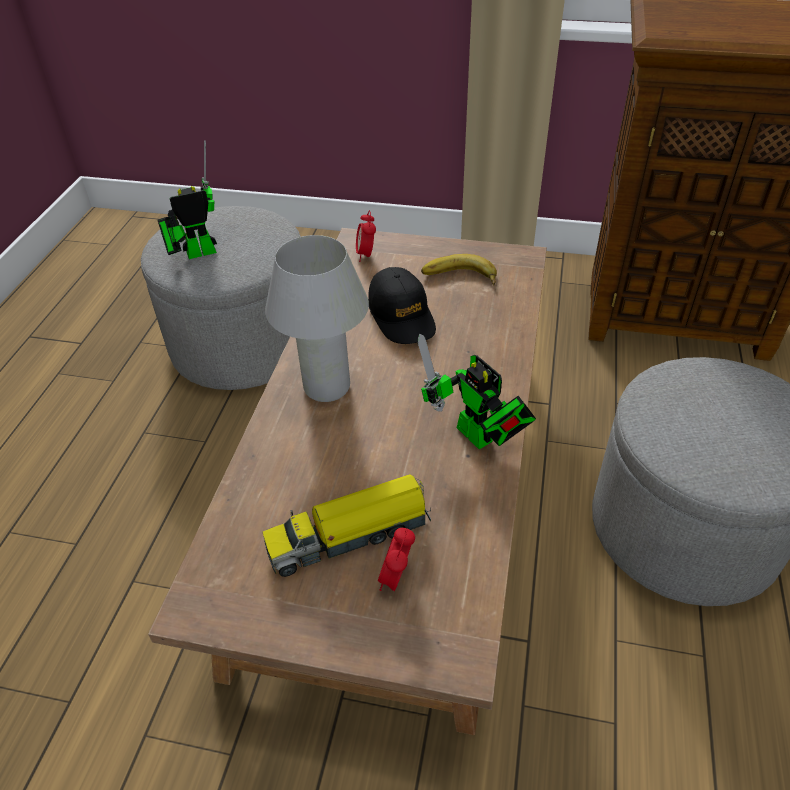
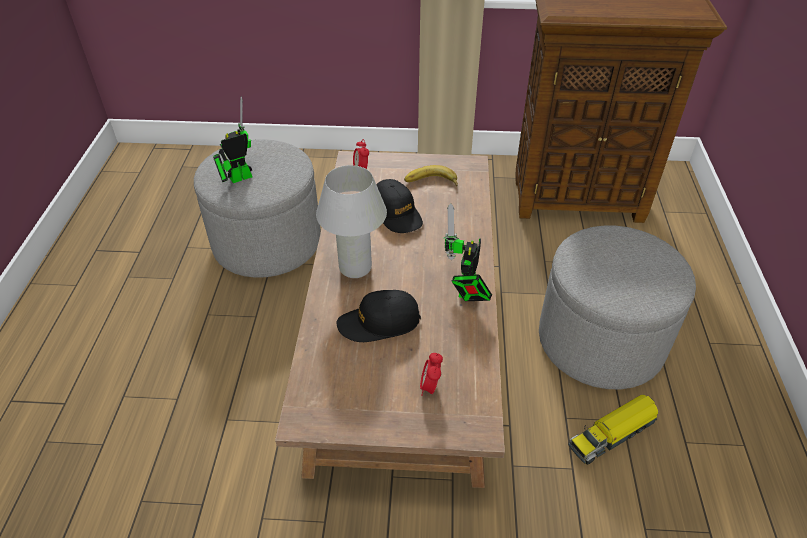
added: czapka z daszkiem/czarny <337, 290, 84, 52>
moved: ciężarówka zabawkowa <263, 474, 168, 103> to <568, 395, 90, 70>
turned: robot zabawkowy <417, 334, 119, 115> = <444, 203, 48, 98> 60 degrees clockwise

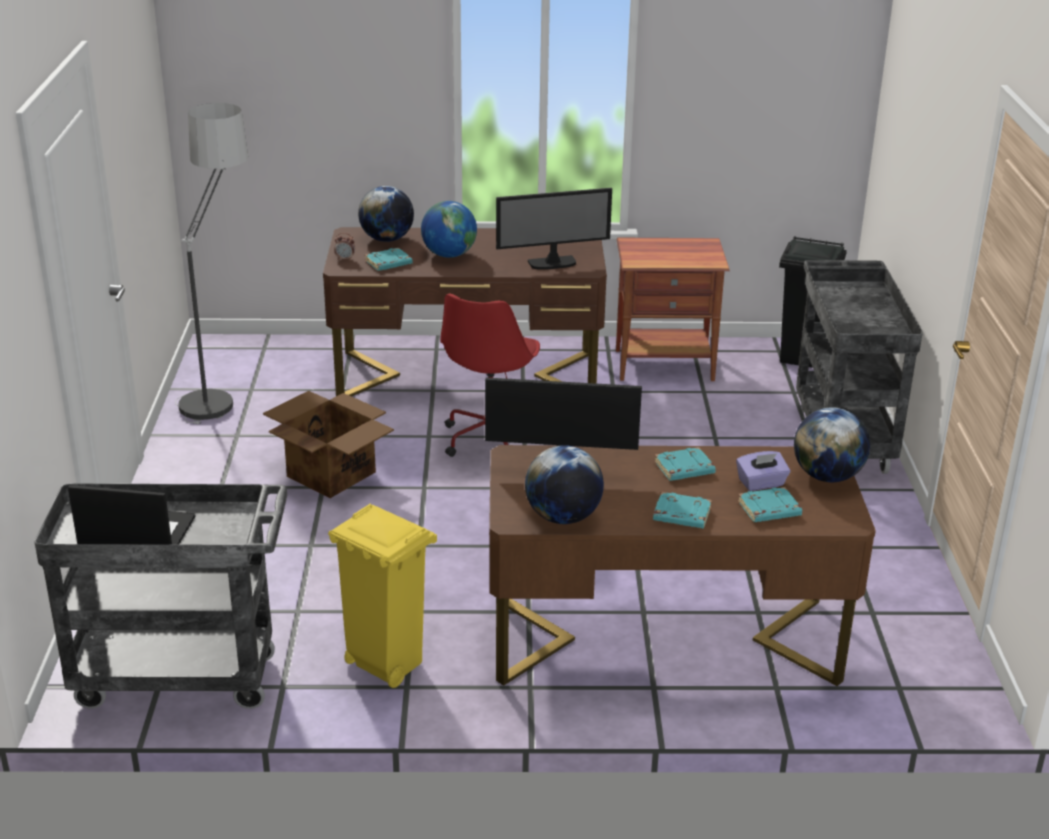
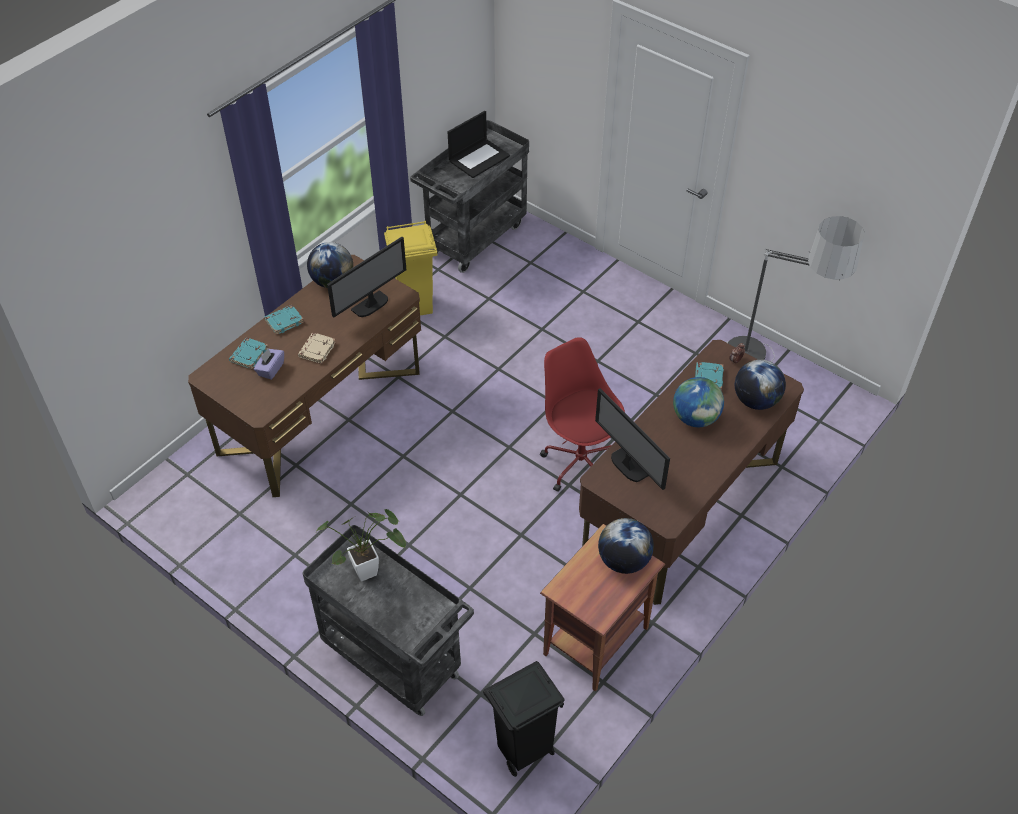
removed: karton <263, 391, 131, 107>
added: roślina doniczkowa <316, 509, 90, 72>
moved: globus <794, 407, 76, 75> to <598, 518, 56, 56>
recoloured: książka/turkusowy <654, 447, 62, 34> to książka/beżowy <298, 333, 38, 31>
turned: monitor <496, 188, 116, 82> = <595, 388, 75, 102> 60 degrees counterclockwise

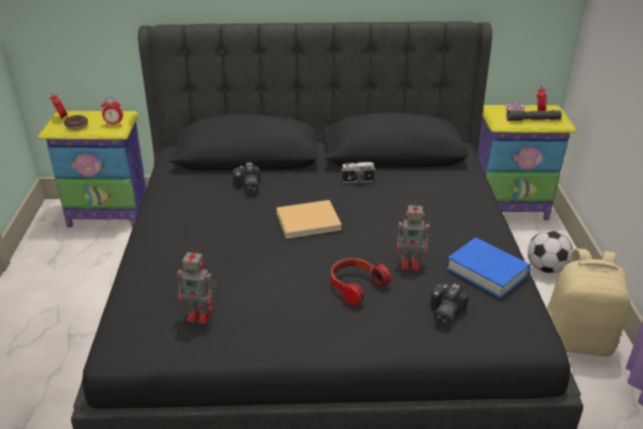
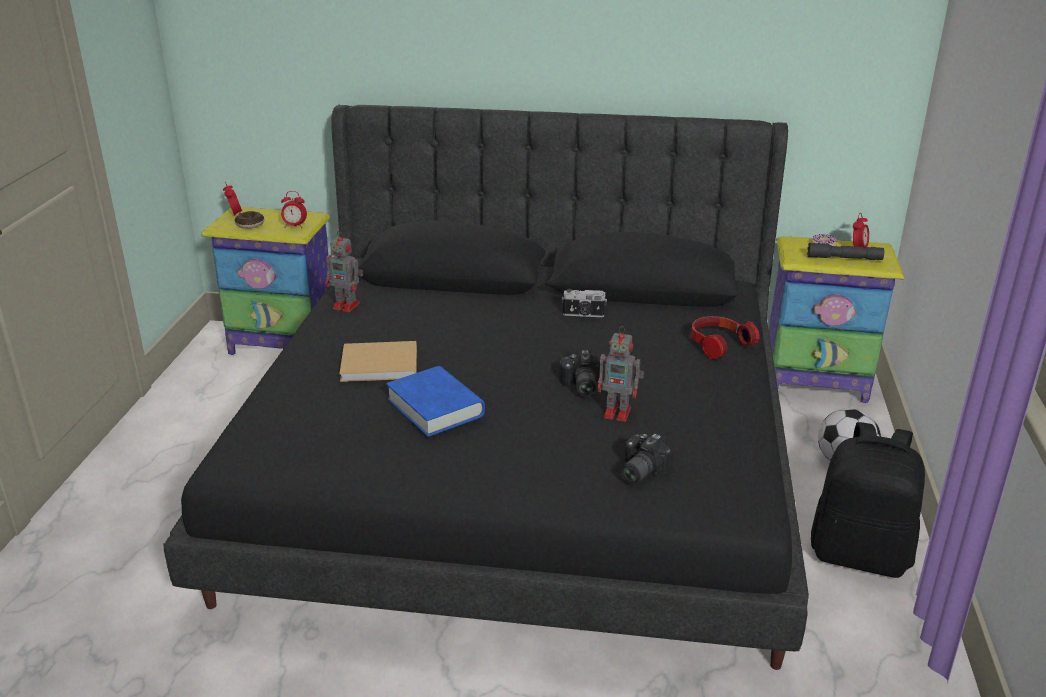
moved: aparat fotograficzny <232, 162, 28, 32> to <559, 350, 41, 46>; książka/beżowy <276, 200, 66, 39> to <339, 341, 78, 41>; książka/niebieski <446, 237, 85, 62> to <386, 366, 99, 71>; robot zabawkowy <177, 248, 40, 76> to <325, 231, 38, 81>; słuchawki <331, 258, 60, 47> to <691, 316, 68, 43>
recoloured: plecak/beżowy <546, 248, 85, 109> to plecak/czarny <811, 422, 114, 156>

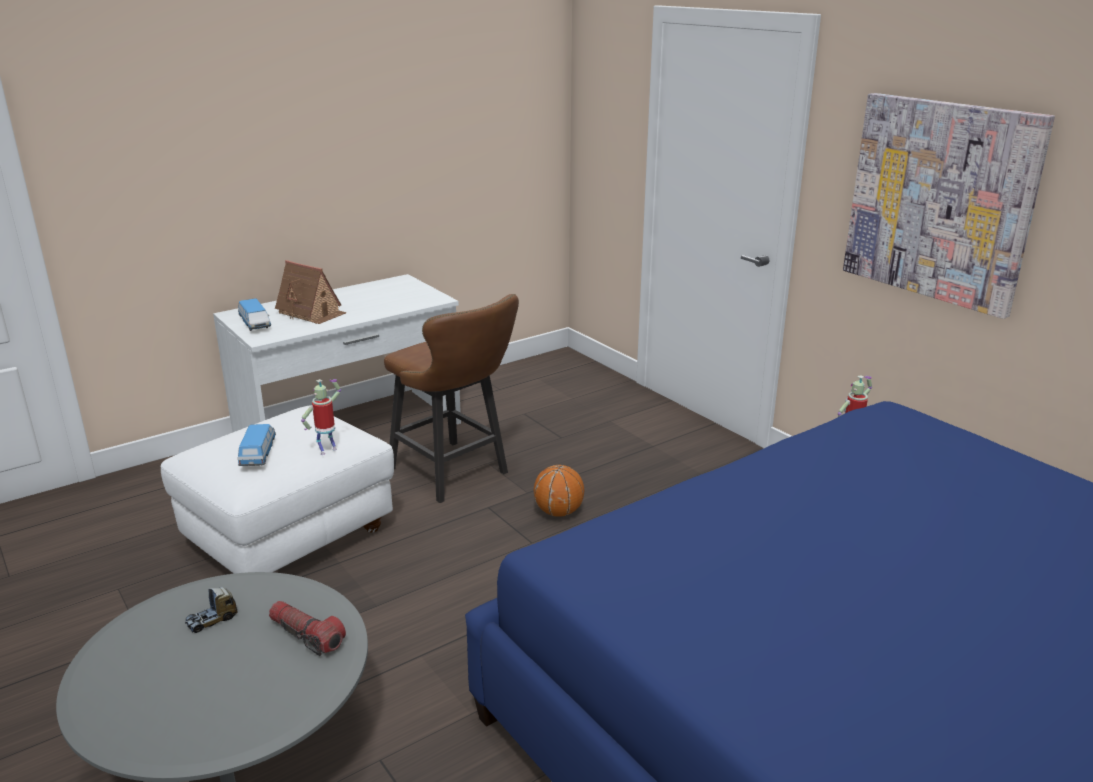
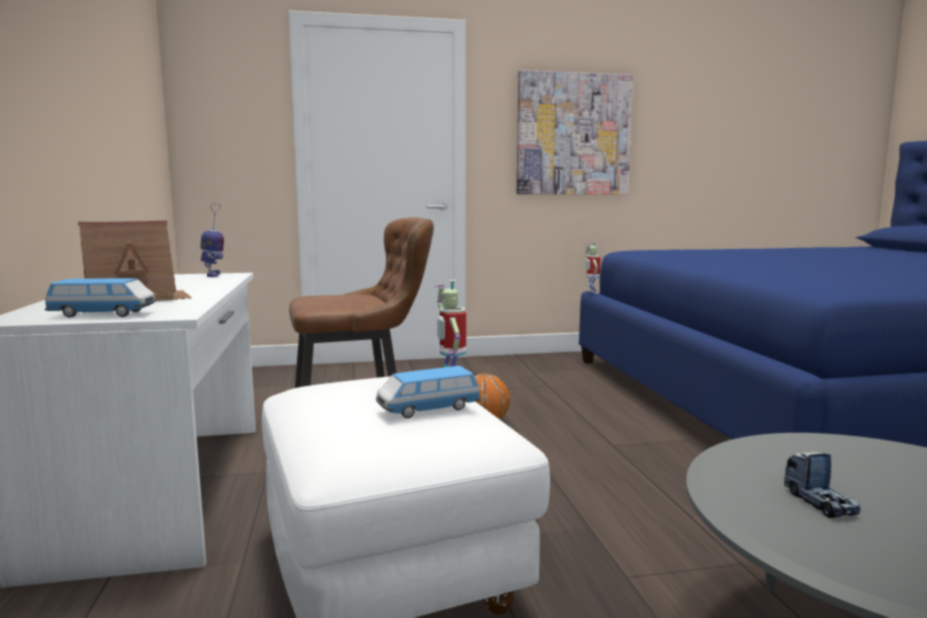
removed: latarka <269, 601, 77, 55>
added: robot zabawkowy <200, 203, 24, 74>
turned: samochodzik <238, 424, 38, 42> = <376, 366, 105, 52> 45 degrees counterclockwise

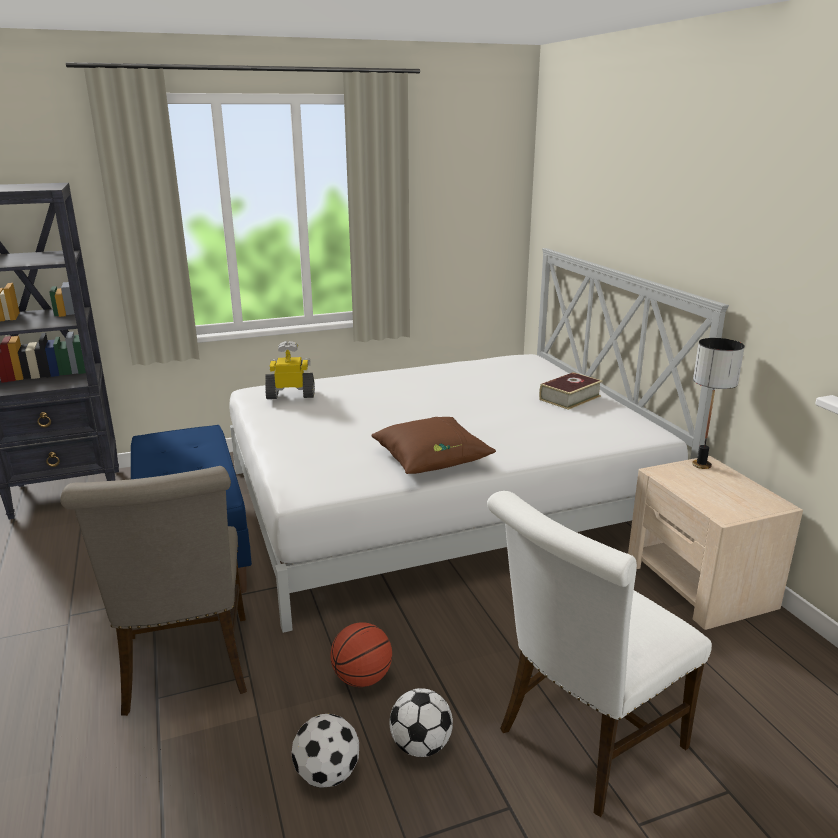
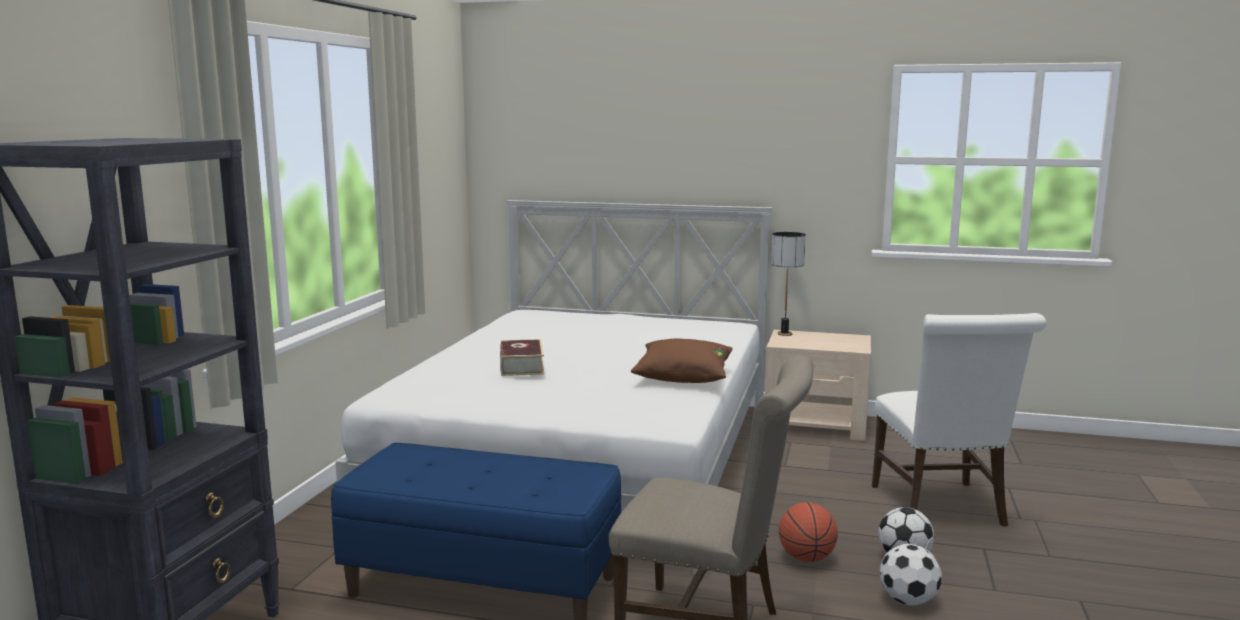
removed: robot zabawkowy <265, 341, 50, 58>
moved: książka <539, 372, 63, 38> to <500, 339, 44, 37>

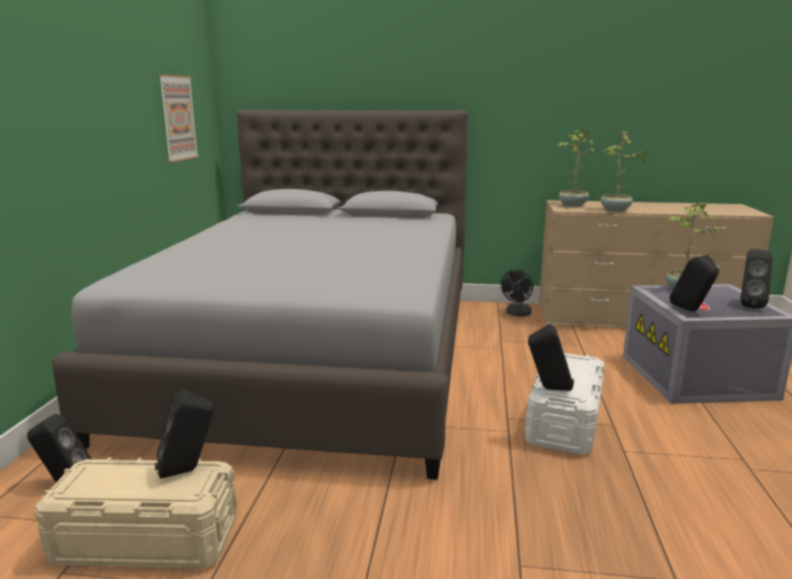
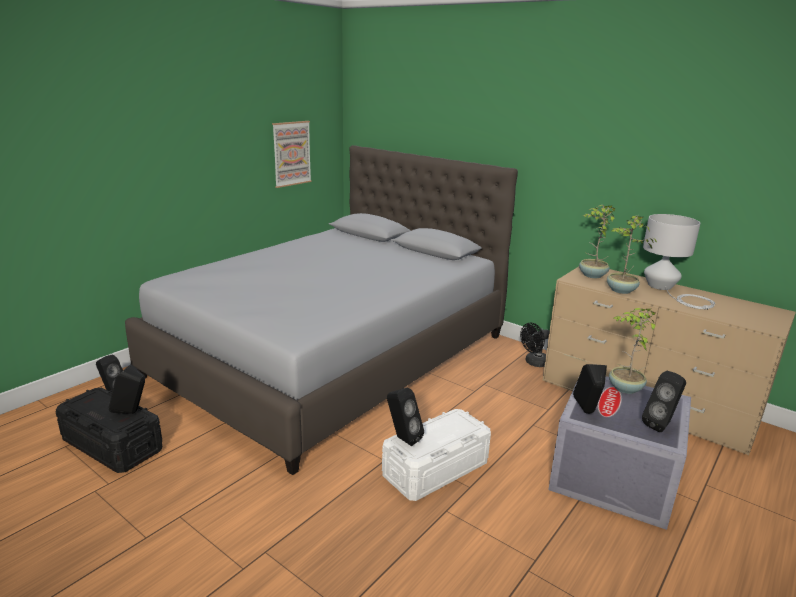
added: lampa stołowa/biały <643, 214, 72, 96>
recoloured: pojemnik do przechowywania/beżowy <35, 457, 202, 111> to pojemnik do przechowywania/czarny <56, 388, 106, 85>

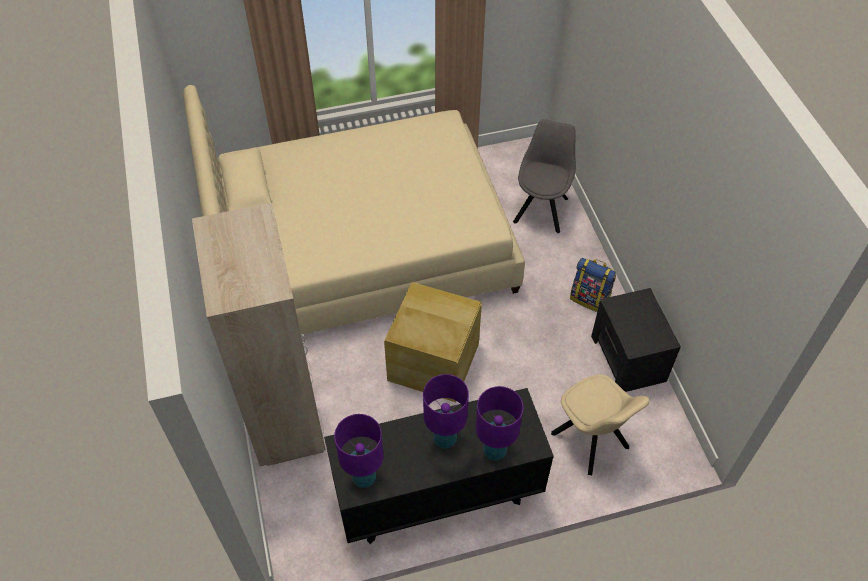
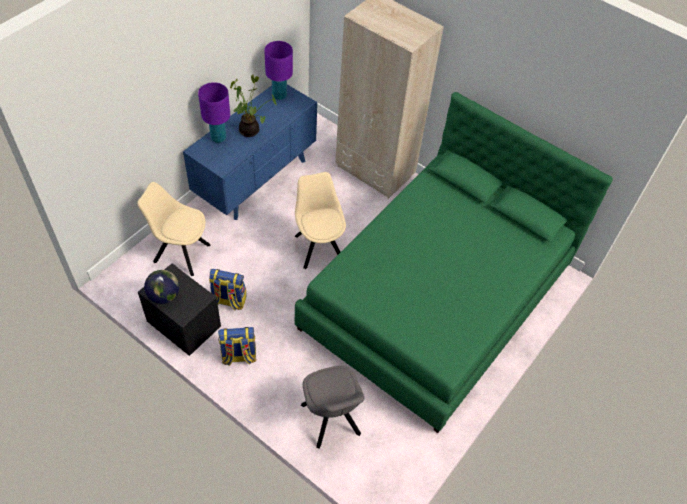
added: plecak <209, 269, 37, 41>; globus <144, 270, 35, 34>
replaced: pojemnik do przechowywania/beżowy <384, 282, 98, 120> to krzesło/beżowy <295, 172, 51, 97>; lampa stołowa/fioletowy <423, 374, 46, 75> to roślina doniczkowa <230, 74, 46, 63>
recoloured: łóżko/beżowy <183, 85, 342, 249> to łóżko/zielony <295, 92, 318, 341>; komoda/czarny <324, 388, 230, 156> to komoda/niebieski <183, 84, 134, 136>

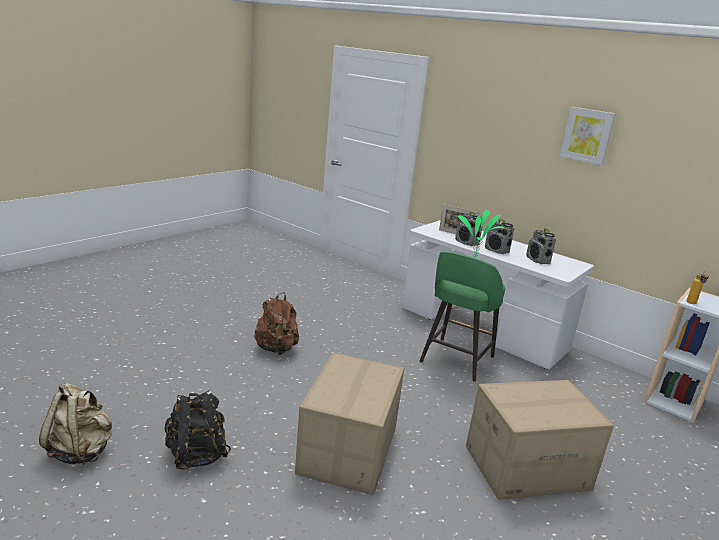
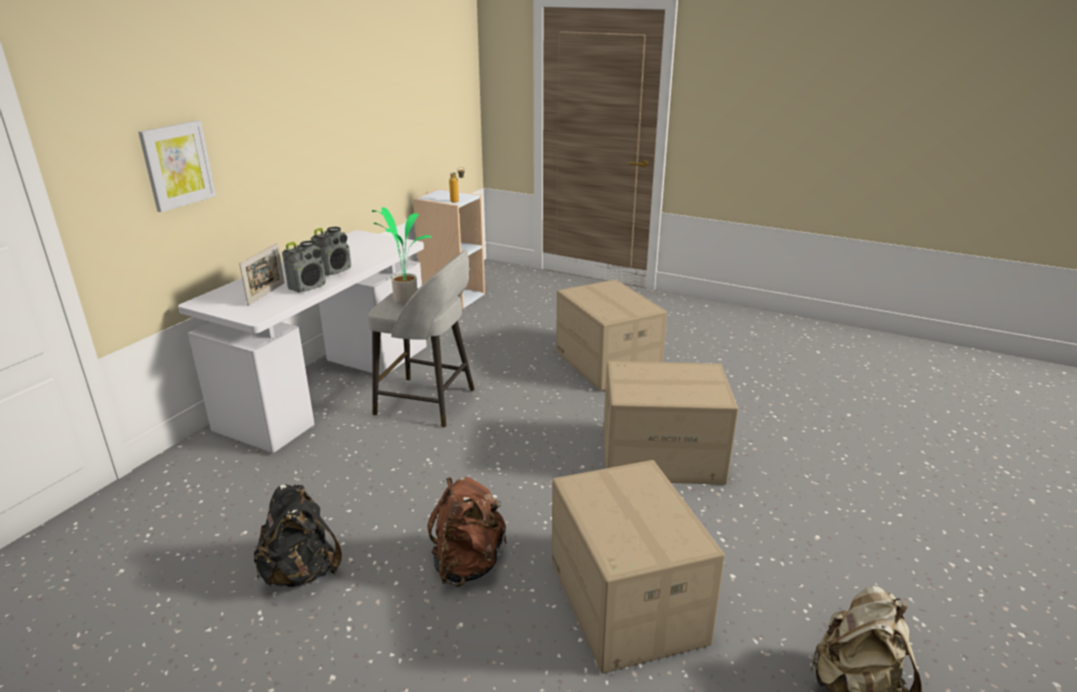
removed: radio <526, 228, 30, 36>
added: karton <552, 460, 173, 213>
moved: obraz <559, 107, 57, 58> to <138, 121, 78, 91>; plecak/czarny <165, 390, 66, 80> to <254, 484, 88, 103>
recoloured: stołek/zielony <419, 252, 86, 130> to stołek/szary <368, 250, 107, 178>

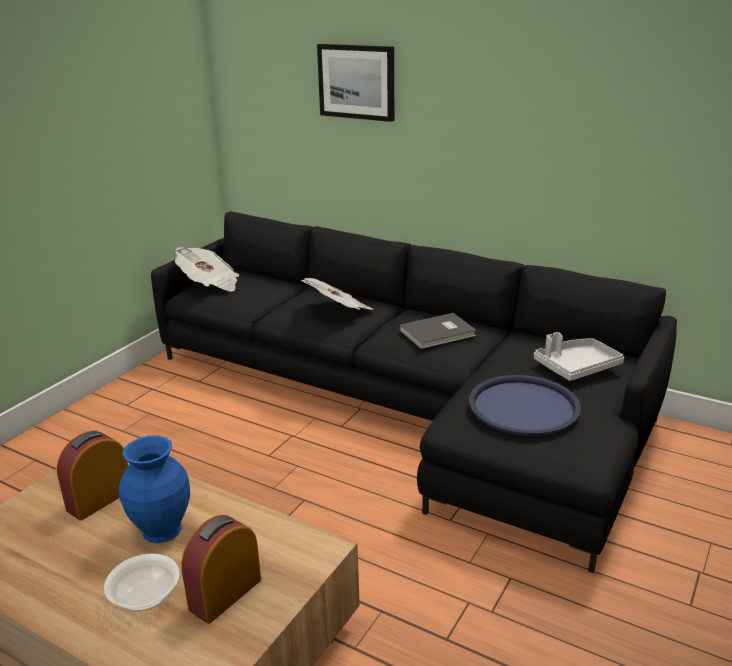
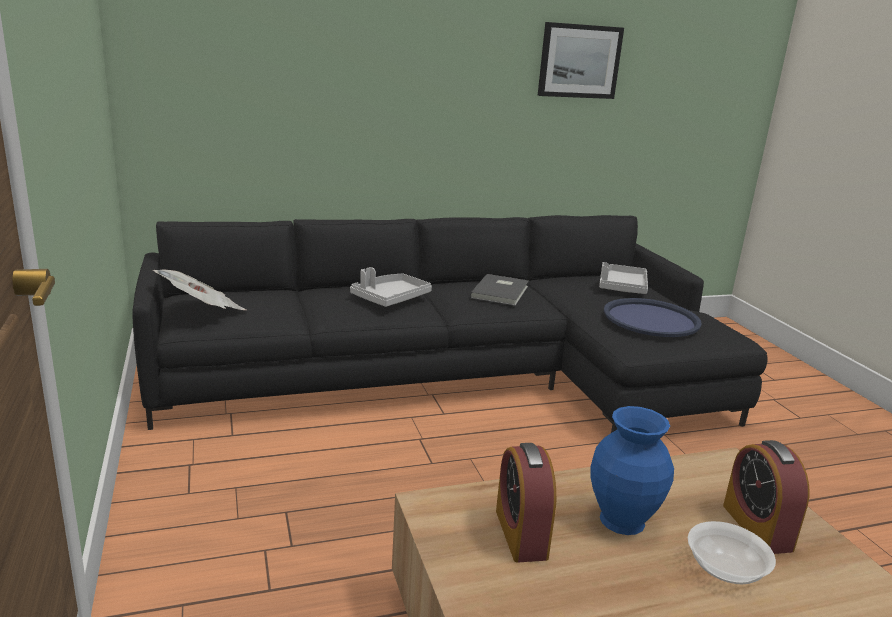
moved: obraz <317, 44, 77, 78> to <538, 22, 86, 77>
replaced: gazeta <301, 278, 72, 32> to taca/szary <350, 267, 82, 40>

